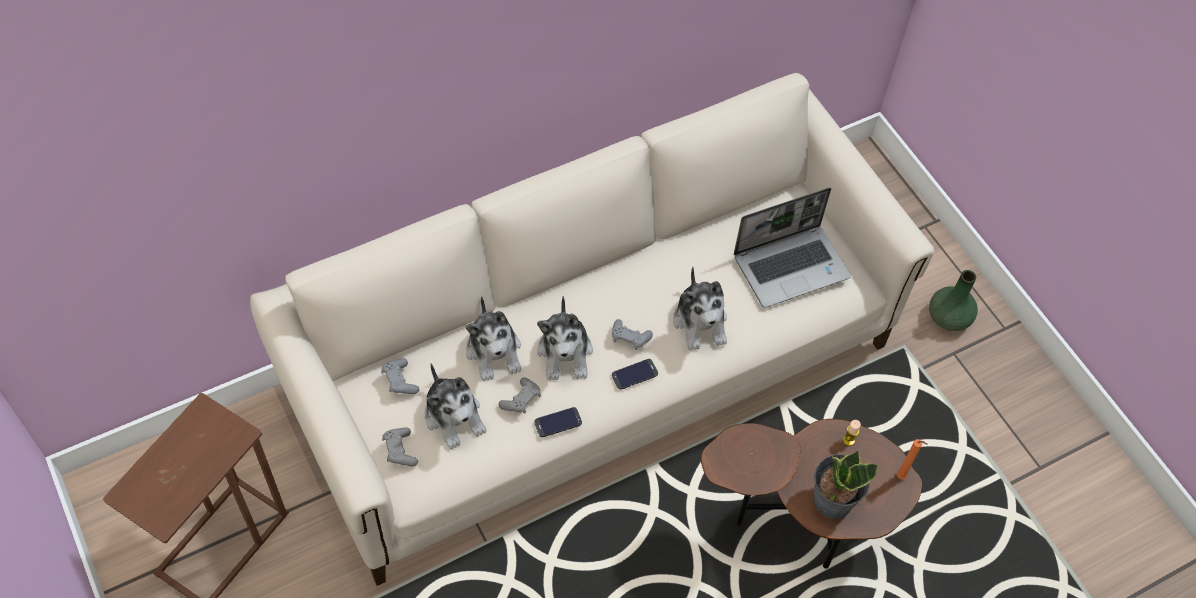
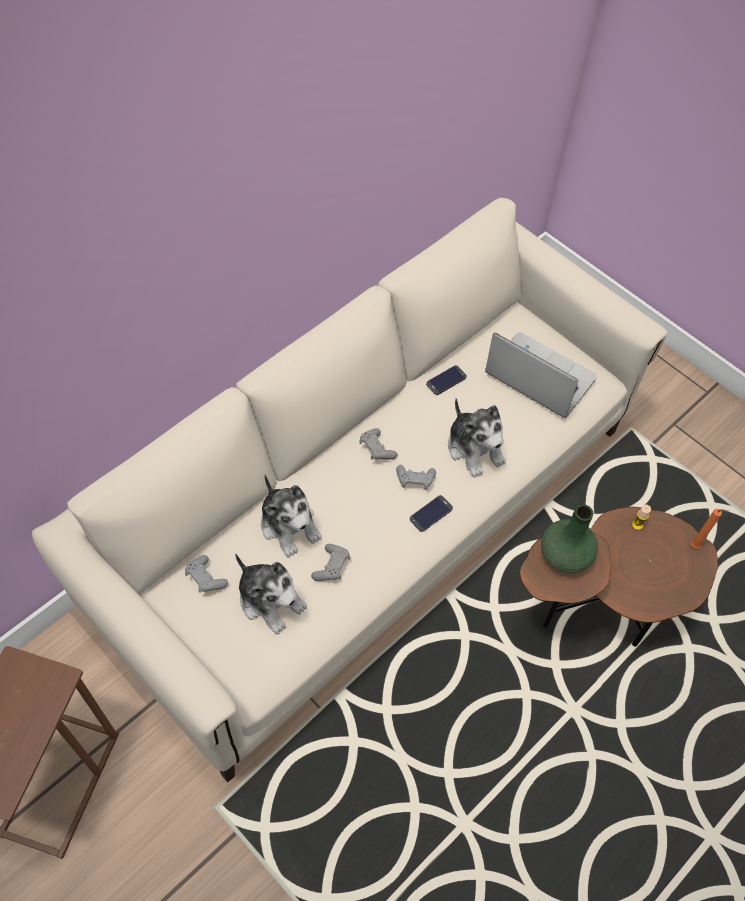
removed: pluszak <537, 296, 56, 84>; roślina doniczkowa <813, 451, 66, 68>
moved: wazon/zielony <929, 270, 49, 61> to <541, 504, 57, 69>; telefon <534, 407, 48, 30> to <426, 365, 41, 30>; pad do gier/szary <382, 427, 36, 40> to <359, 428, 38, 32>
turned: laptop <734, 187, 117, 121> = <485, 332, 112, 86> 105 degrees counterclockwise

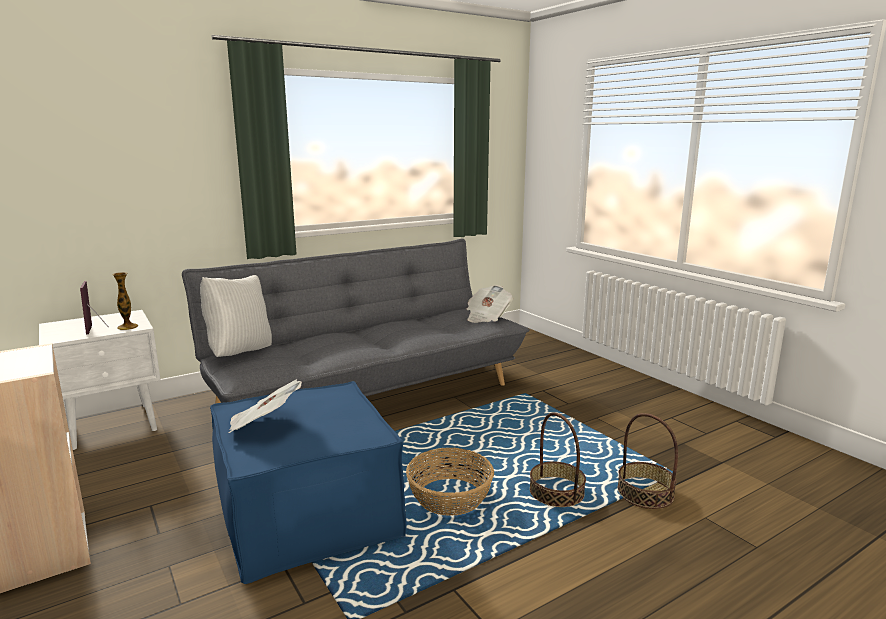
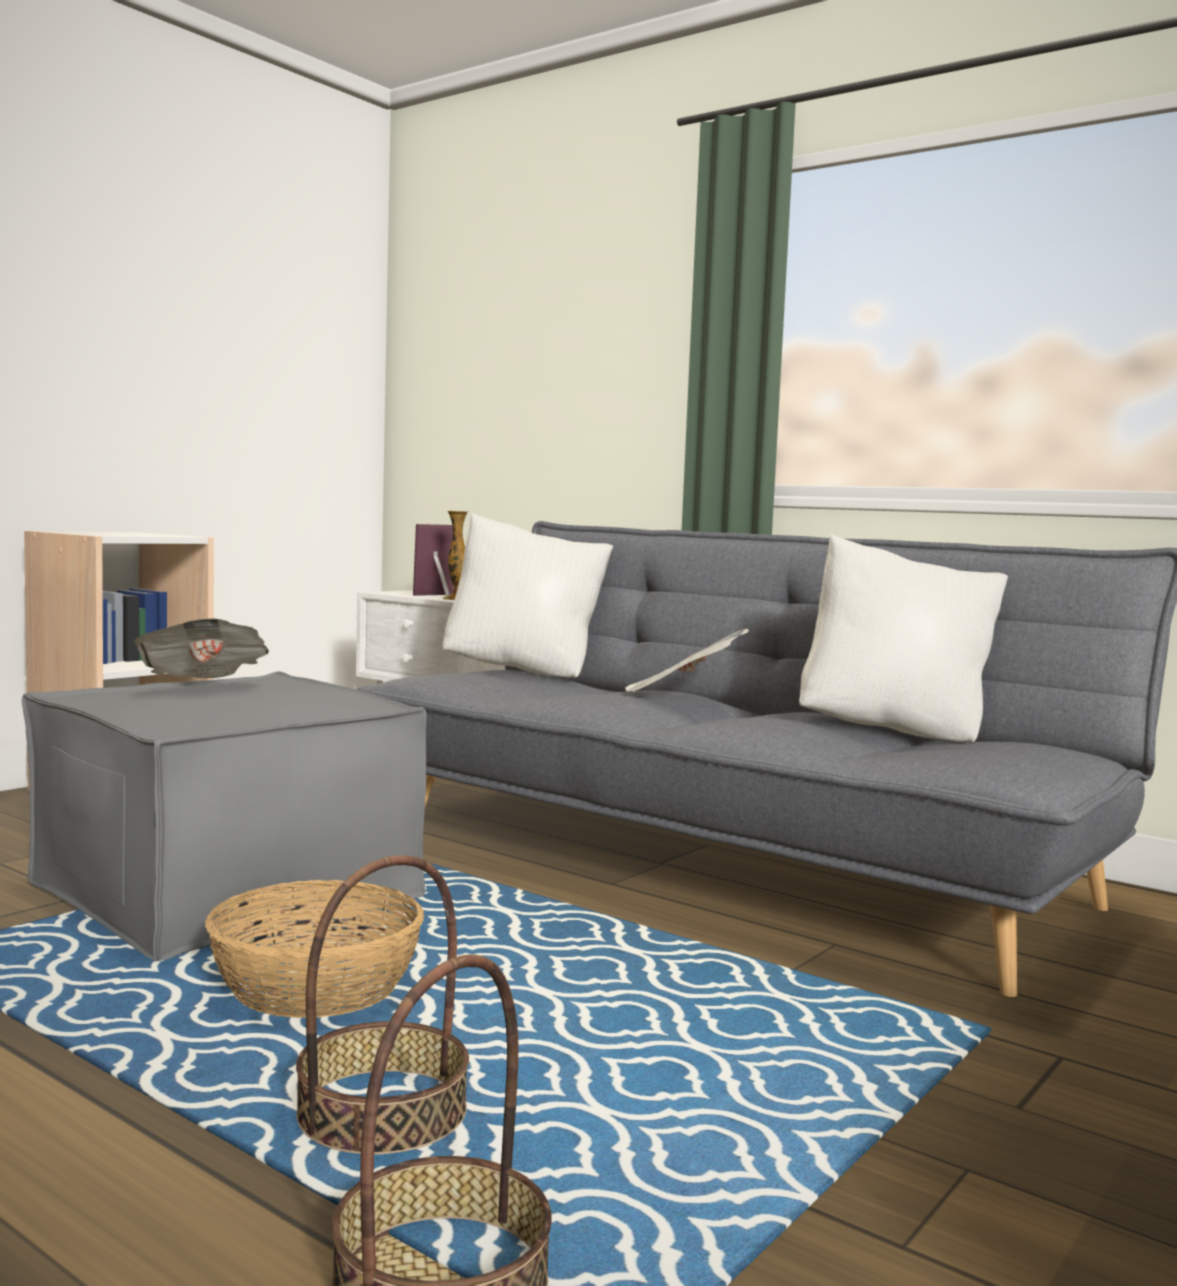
added: poduszka/biały <799, 534, 209, 209>
moved: gazeta <466, 285, 47, 38> to <625, 629, 124, 63>
recoloured: pufa/niebieski <210, 381, 196, 203> to pufa/szary <22, 671, 405, 291>

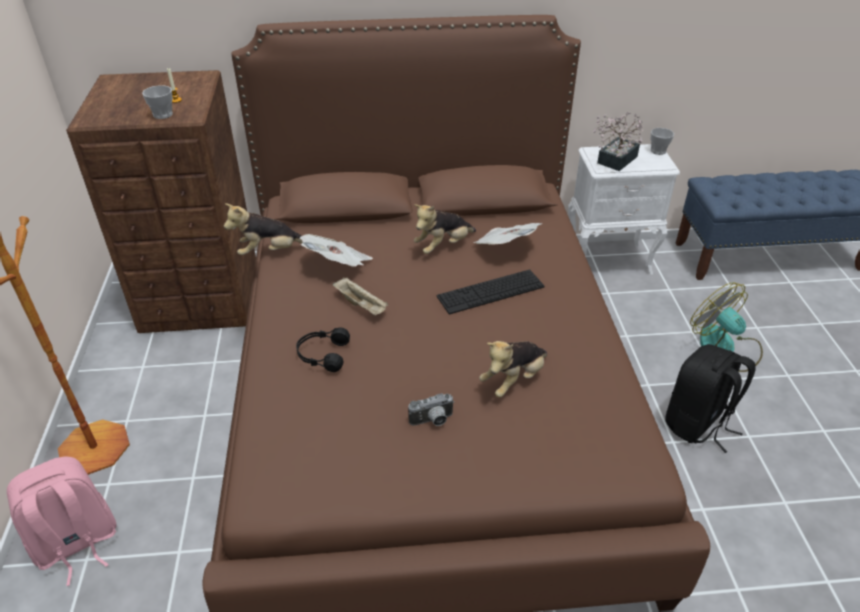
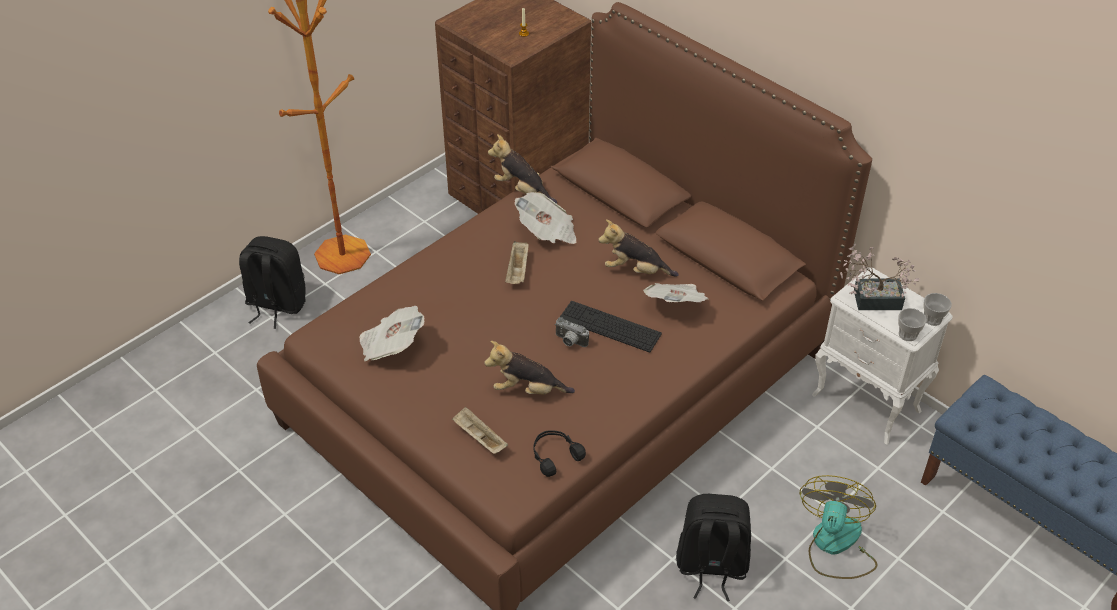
added: gazeta <359, 306, 65, 55>; taca/beżowy <452, 407, 56, 47>
moved: filiżanka <142, 85, 31, 34> to <898, 308, 29, 33>; słuchawki/czarny <296, 327, 54, 45> to <533, 430, 53, 47>; aparat fotograficzny <408, 393, 46, 33> to <555, 317, 34, 30>
recoloured: plecak/różowy <7, 456, 110, 130> to plecak/czarny <239, 236, 67, 93>

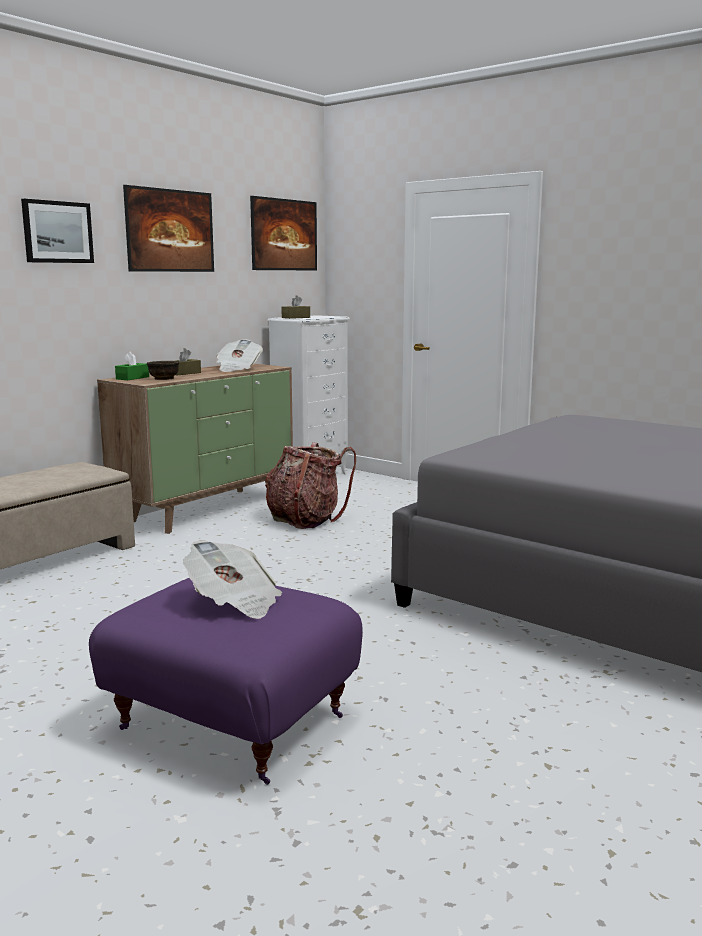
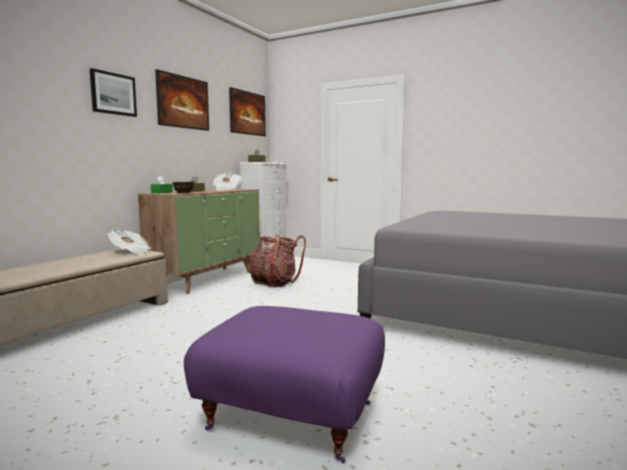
moved: gazeta <183, 540, 99, 79> to <107, 229, 44, 26>

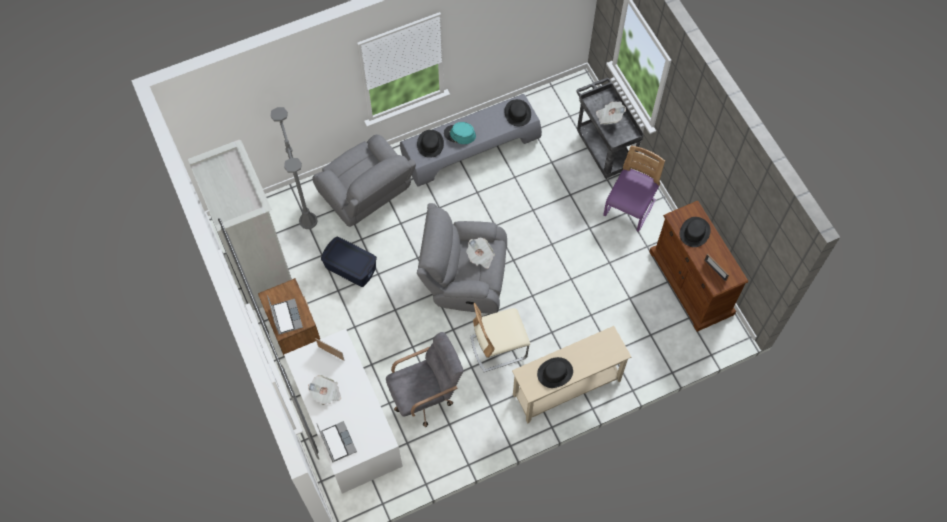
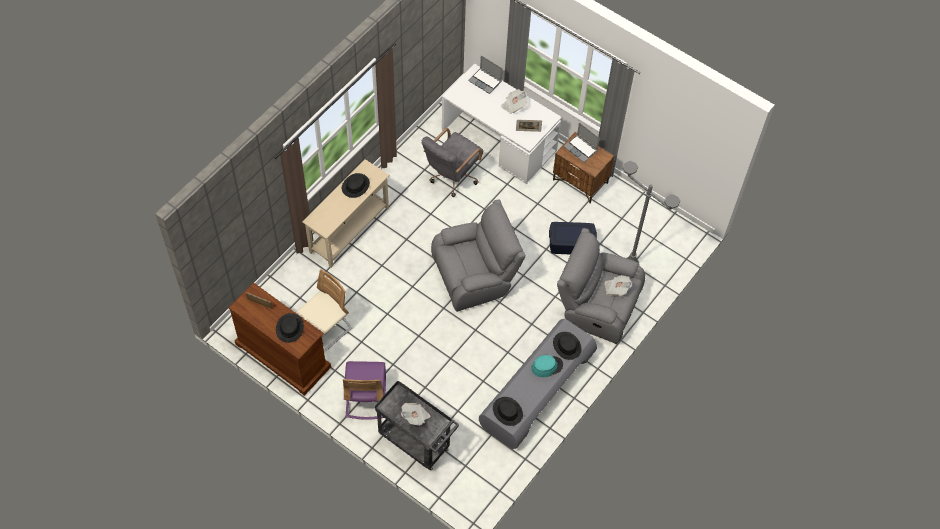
removed: szafa/biały <188, 140, 104, 170>
moved: gazeta <466, 238, 29, 31> to <605, 275, 27, 21>; krzesło/beżowy <471, 303, 59, 69> to <296, 269, 56, 83>

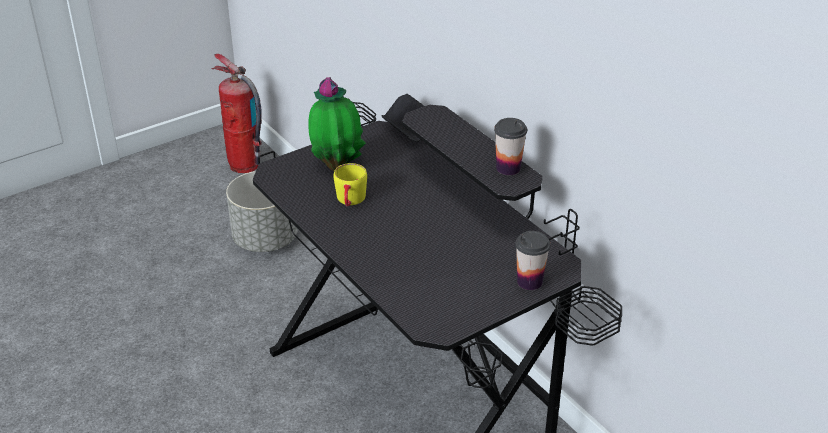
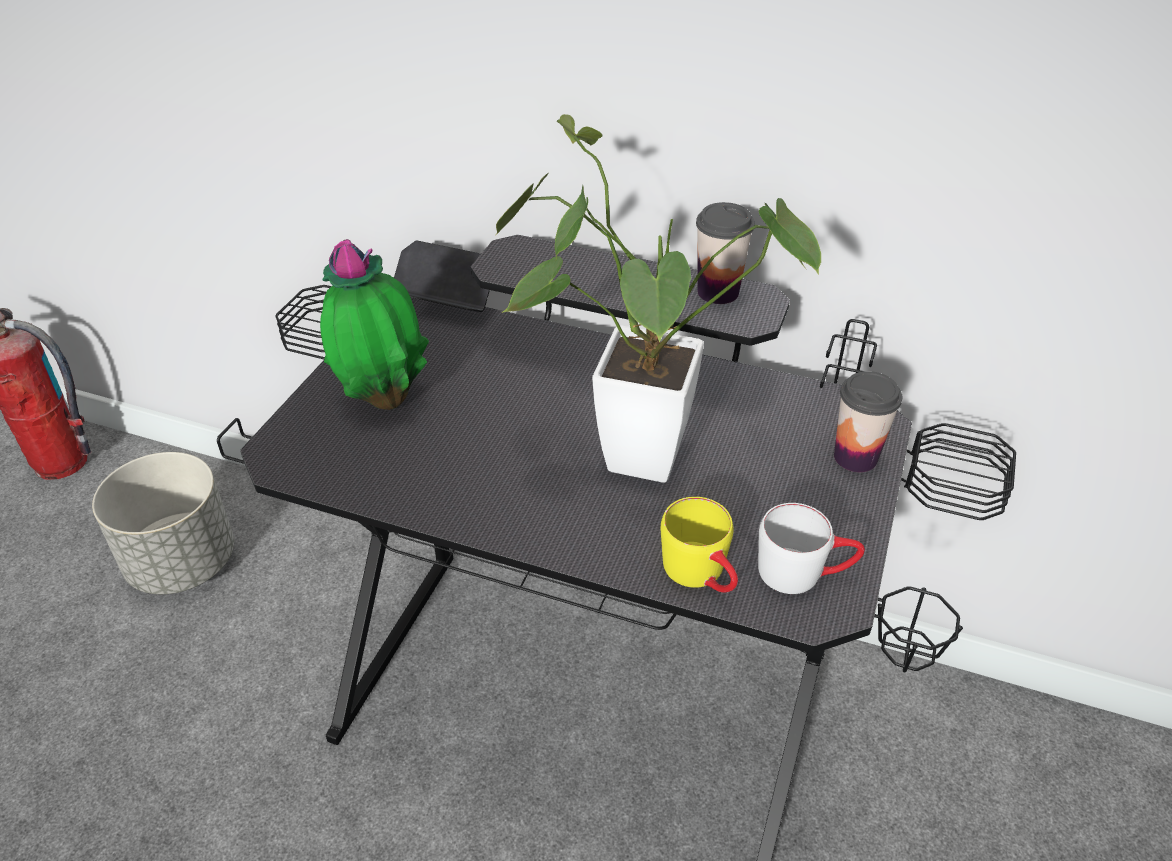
added: roślina doniczkowa <496, 114, 325, 369>; kubek/biały <758, 503, 107, 91>
moved: kubek/żółty <333, 163, 34, 44> to <660, 497, 78, 96>

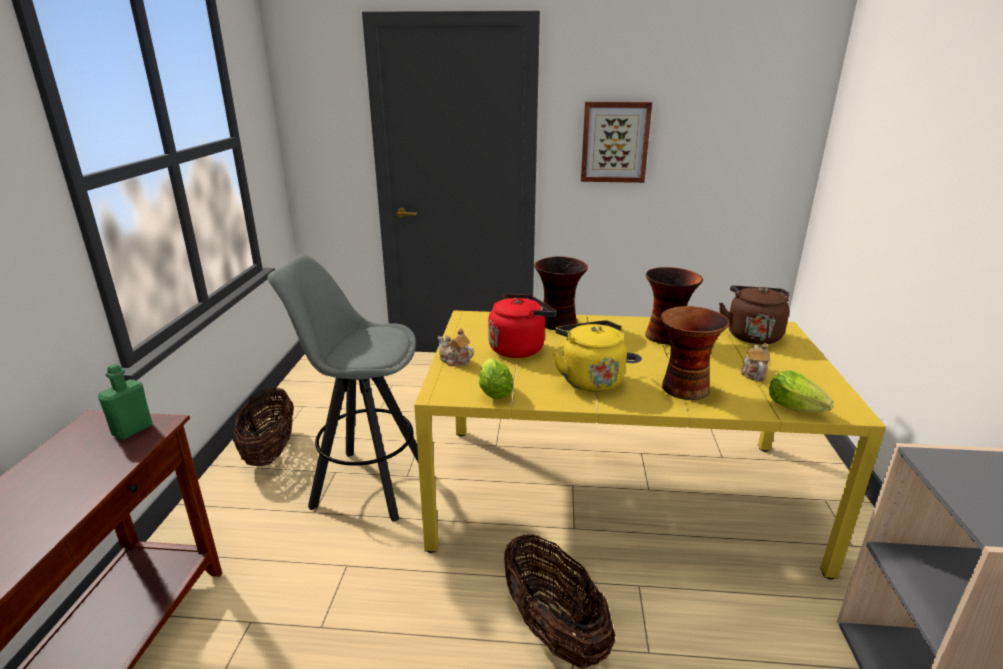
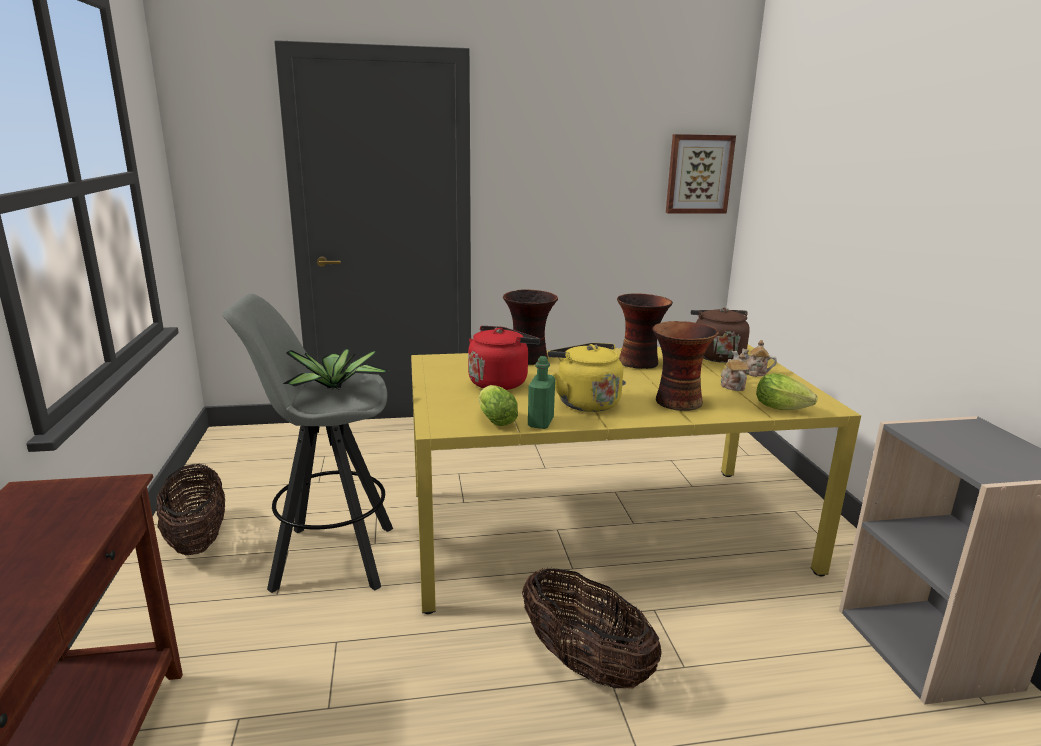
added: roślina doniczkowa <284, 349, 105, 40>
moved: obraz <581, 102, 71, 81> to <666, 134, 70, 79>; imbryk <438, 328, 36, 38> to <732, 340, 45, 37>; butelka/zielony <98, 364, 54, 75> to <528, 356, 27, 73>

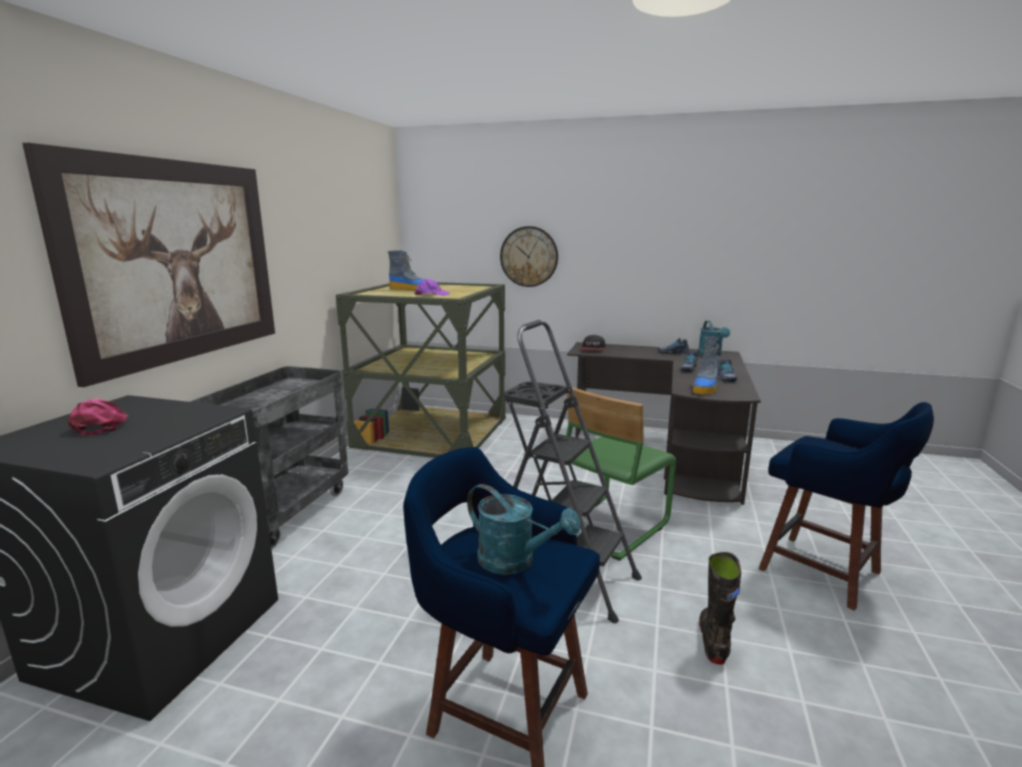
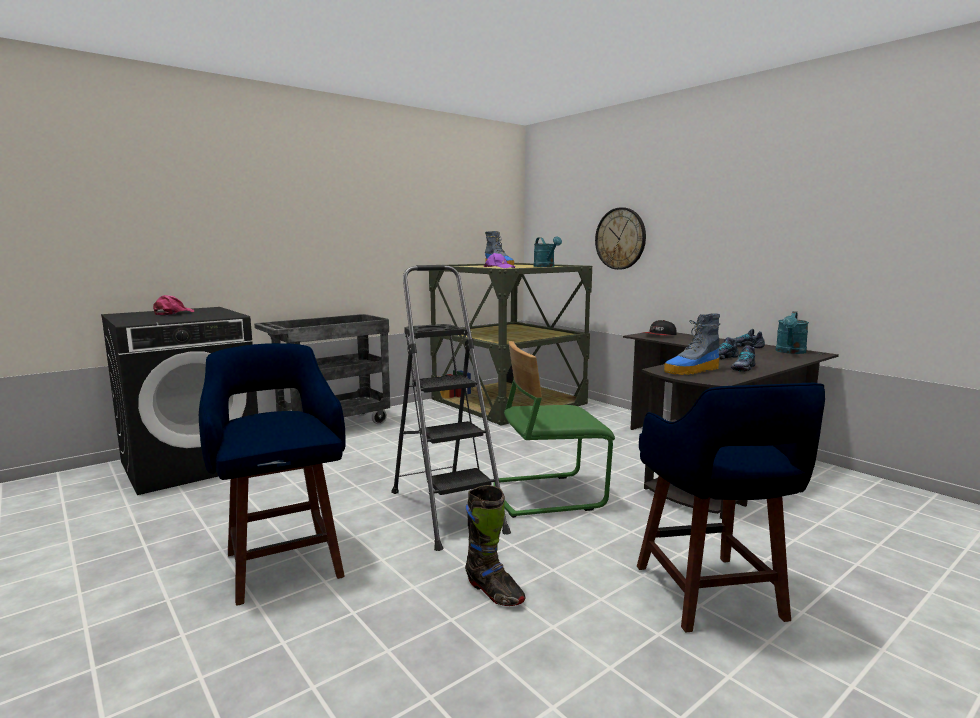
removed: obraz <22, 143, 253, 244>
moved: konewka/turkusowy <467, 484, 114, 91> to <533, 236, 29, 31>
turned: but z cholewką/czarny <699, 552, 42, 113> = <465, 485, 61, 121> 90 degrees clockwise

